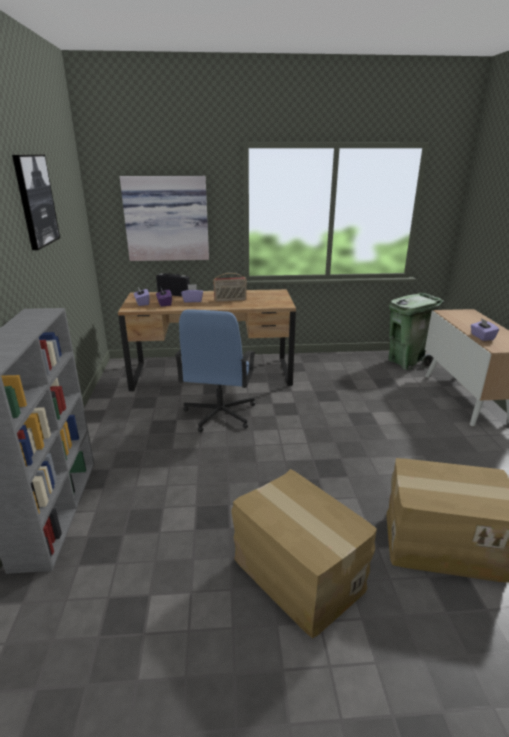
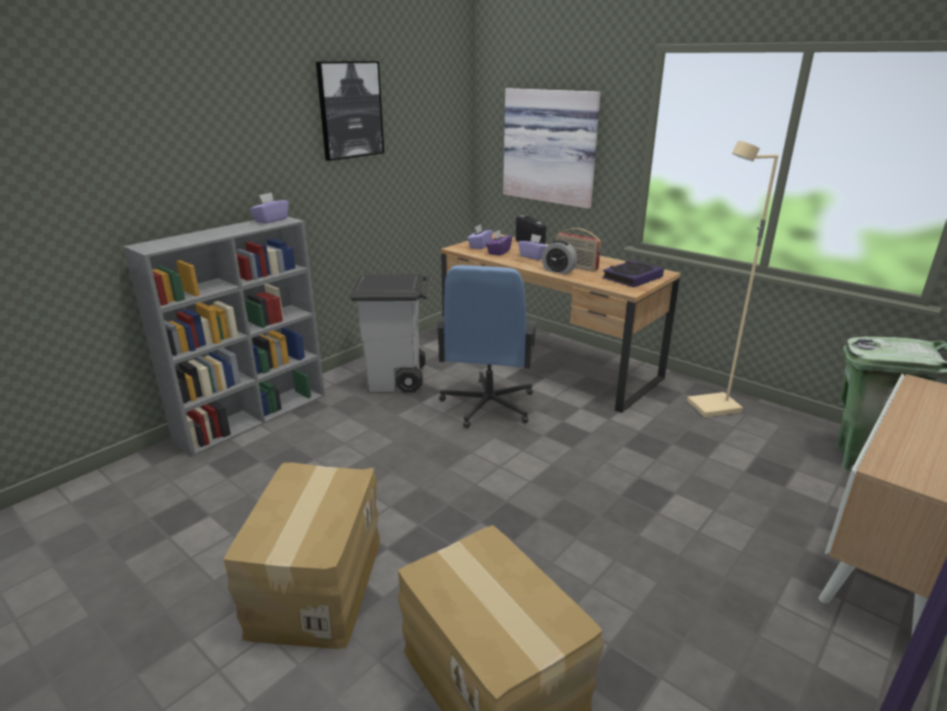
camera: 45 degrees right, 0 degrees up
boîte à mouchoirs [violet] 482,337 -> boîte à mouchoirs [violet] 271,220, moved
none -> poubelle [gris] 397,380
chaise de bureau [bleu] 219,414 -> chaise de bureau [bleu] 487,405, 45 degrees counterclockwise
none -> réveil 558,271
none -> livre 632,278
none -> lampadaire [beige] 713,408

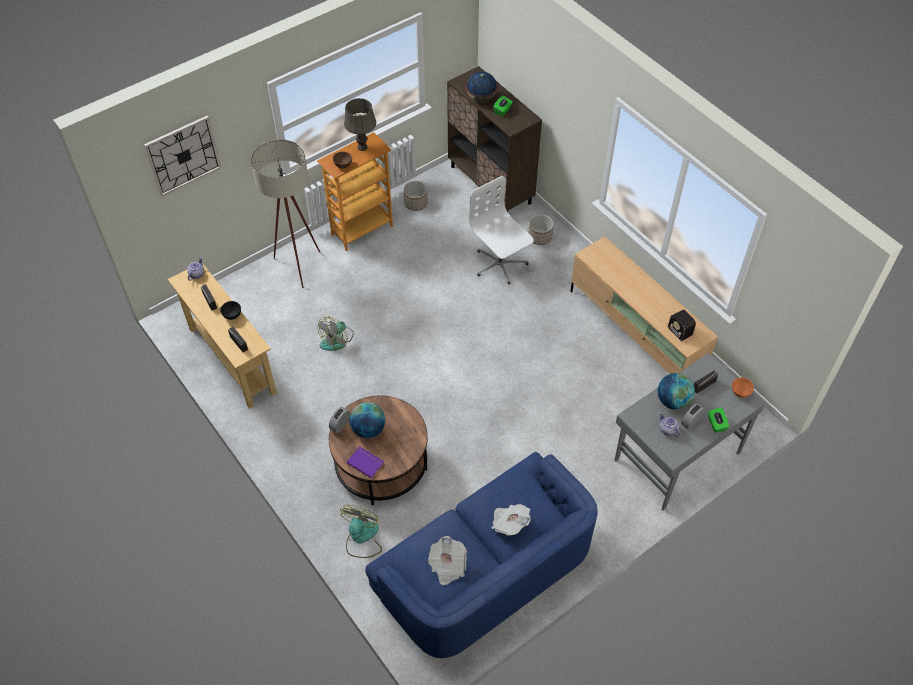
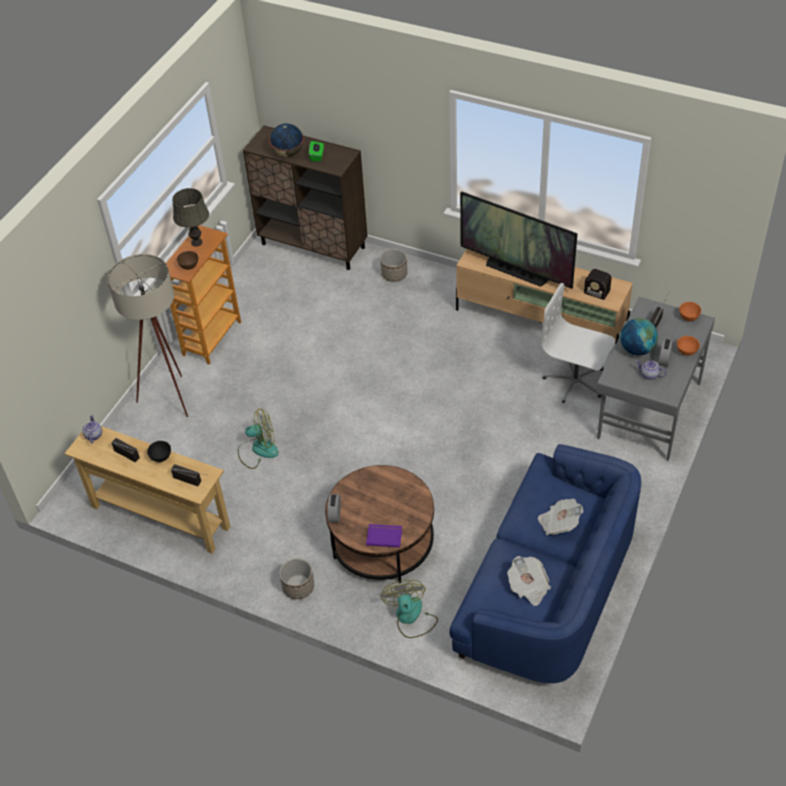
camera: 25 degrees left, 5 degrees down
ventilateur 337,339 -> ventilateur 258,450, 105 degrees counterclockwise
cache-pot 416,203 -> cache-pot 298,587, moved
none -> téléviseur 516,272
chaise de bureau [blanc] 500,264 -> chaise de bureau [blanc] 575,381, moved
boîte à mouchoirs [vert] 716,424 -> bol [orange] 687,352
horloge murale 183,155 -> none
globe 368,429 -> none

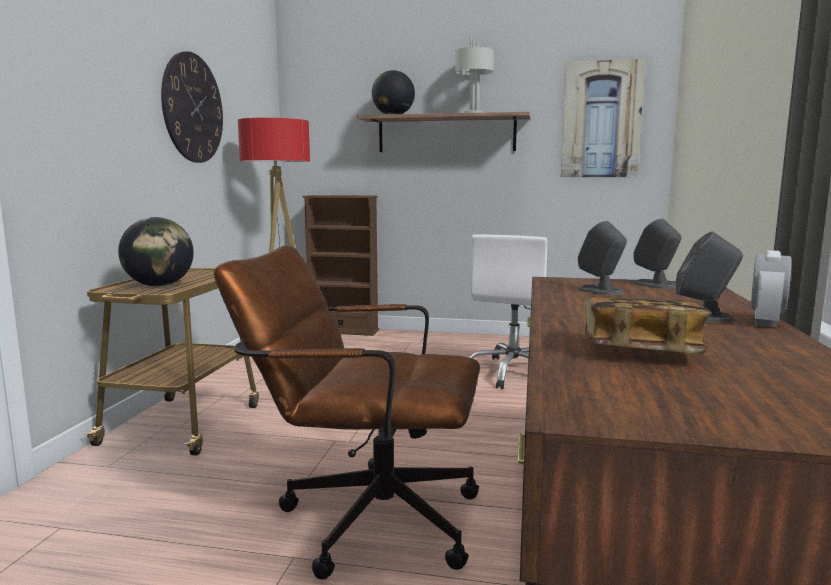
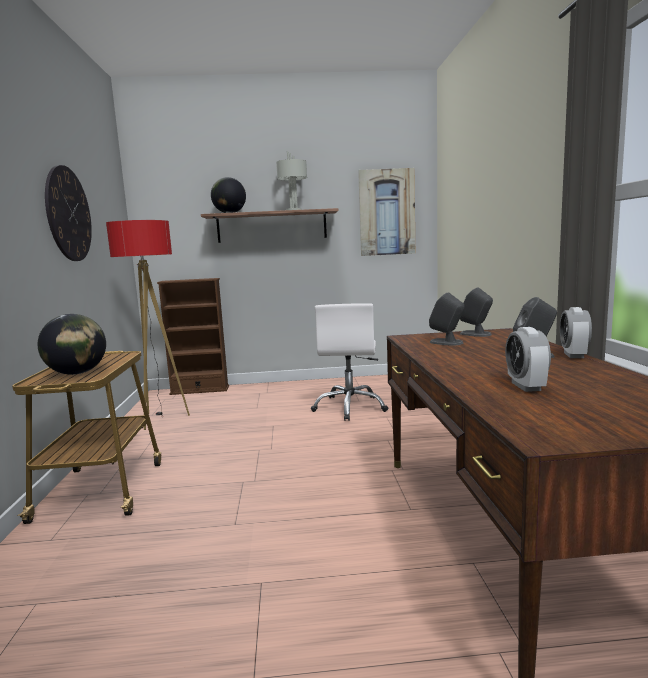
camera: 15 degrees left, 0 degrees up
livre 639,351 -> réveil 526,386
chaise de bureau [marron] 363,517 -> none

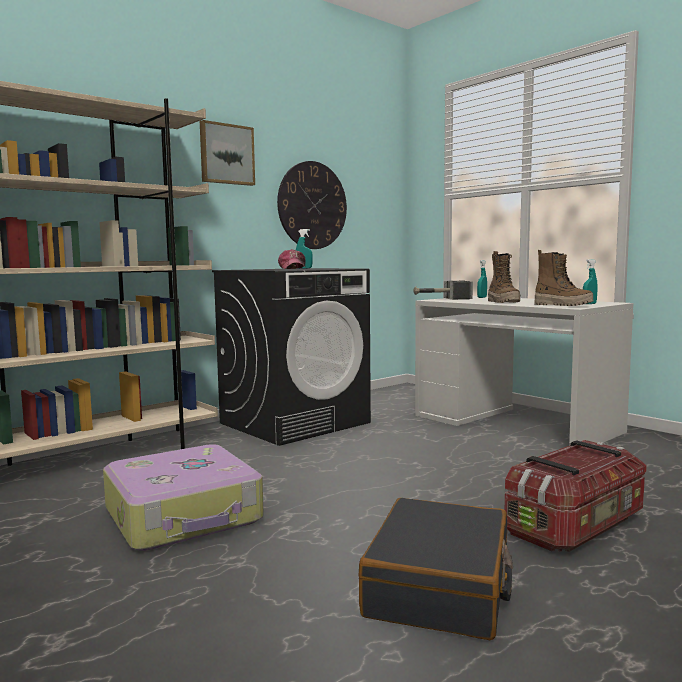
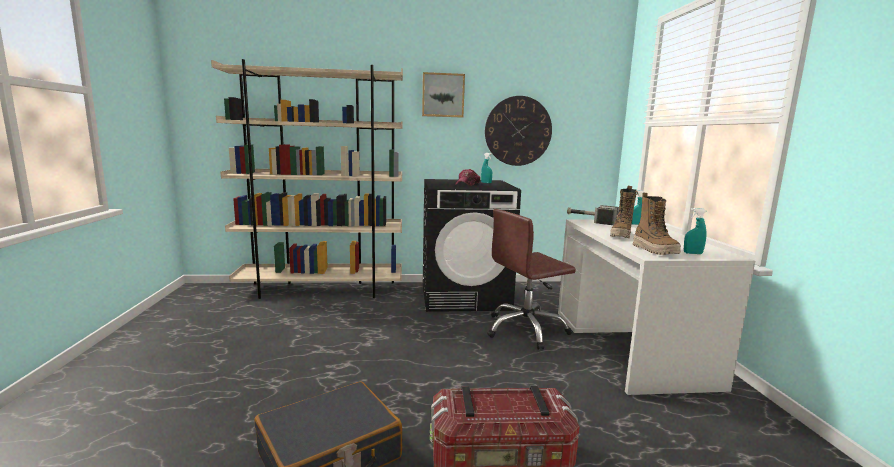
camera: 35 degrees right, 5 degrees up
none -> chaise de bureau [marron] 526,329
valise 184,515 -> none

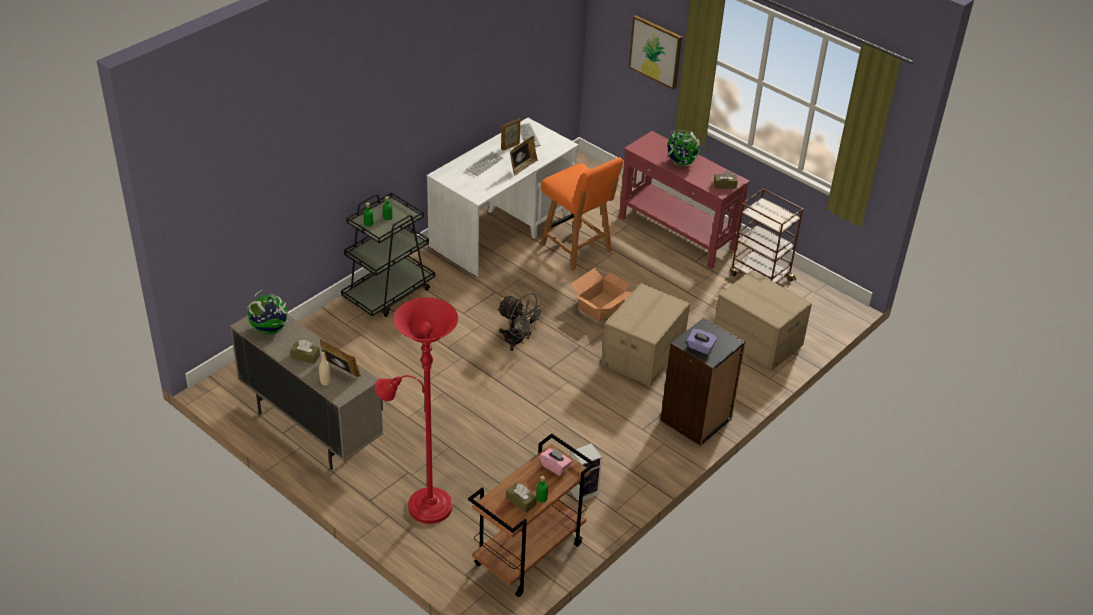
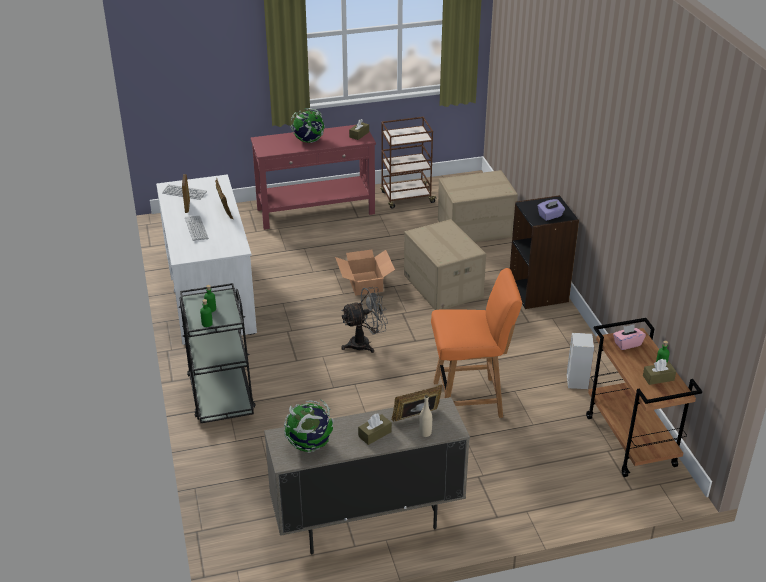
camera: 55 degrees left, 5 degrees down
chaise [orange] 577,249 -> chaise [orange] 470,399, moved
lampadaire [rouge] 424,505 -> none
tableau 655,51 -> none

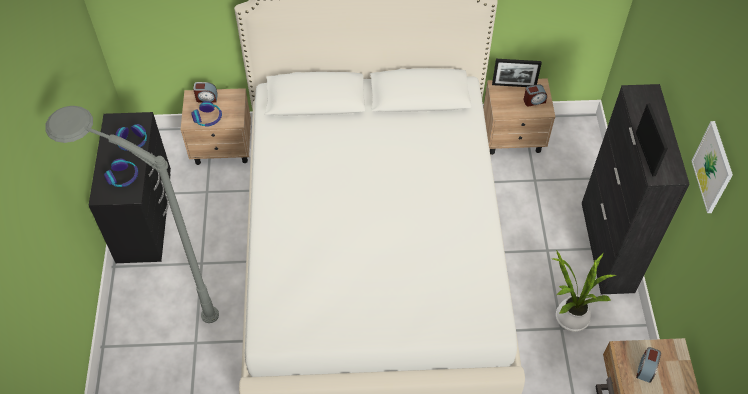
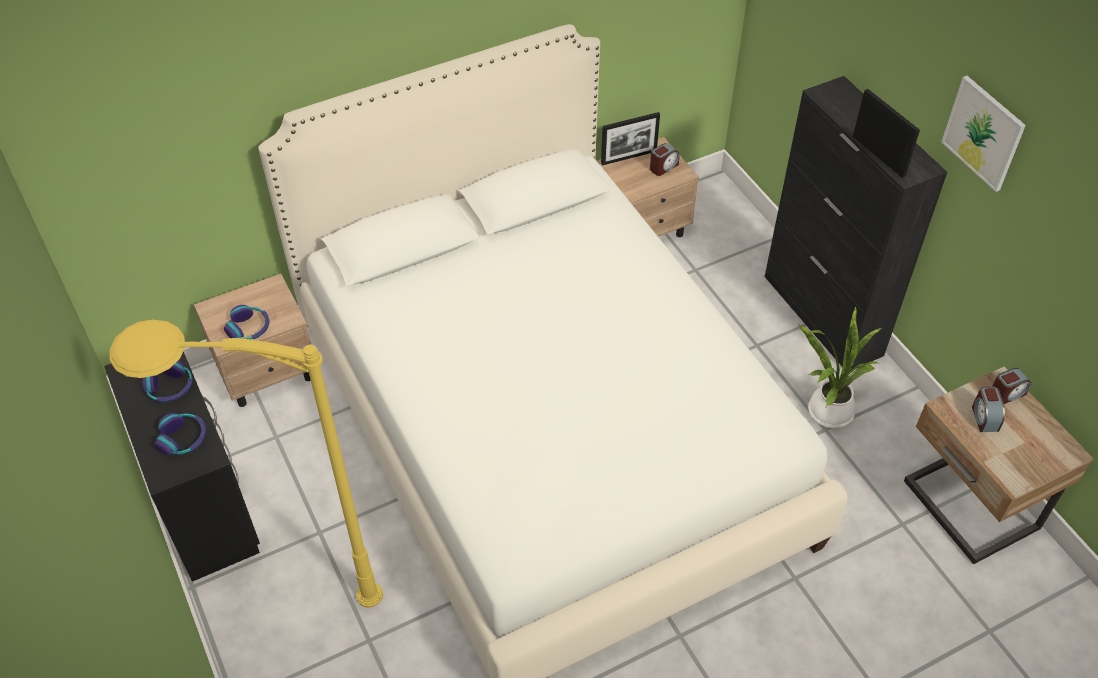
camera: 25 degrees left, 5 degrees down
lampadaire [gris] 161,296 -> lampadaire [jaune] 284,598
réveil 206,98 -> réveil 1006,394, moved

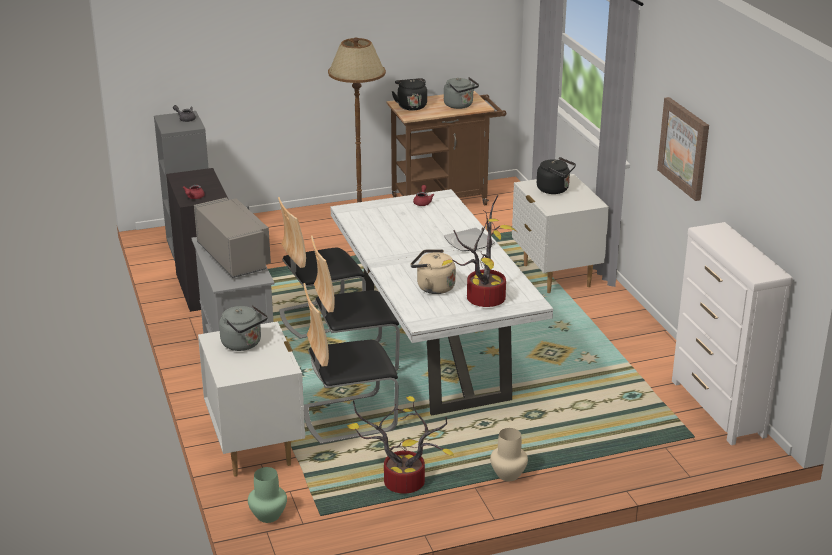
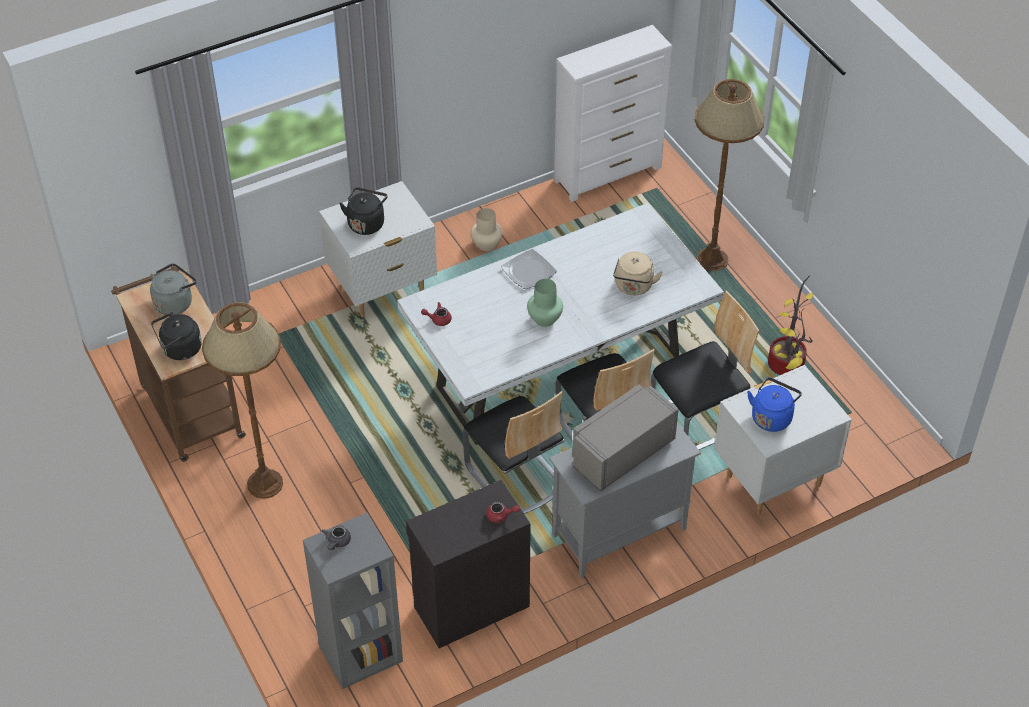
camera: 100 degrees left, 20 degrees up
vase [beige] 508,475 -> vase [beige] 487,244, moved
vase [vert] 269,515 -> vase [vert] 544,318, moved
chaise 349,418 -> chaise 701,419, 90 degrees counterclockwise
none -> lampadaire [marron] 712,260
bouilloire [gris] 243,344 -> bouilloire [bleu] 772,417
plante en pot 484,297 -> none
tableau 684,148 -> none

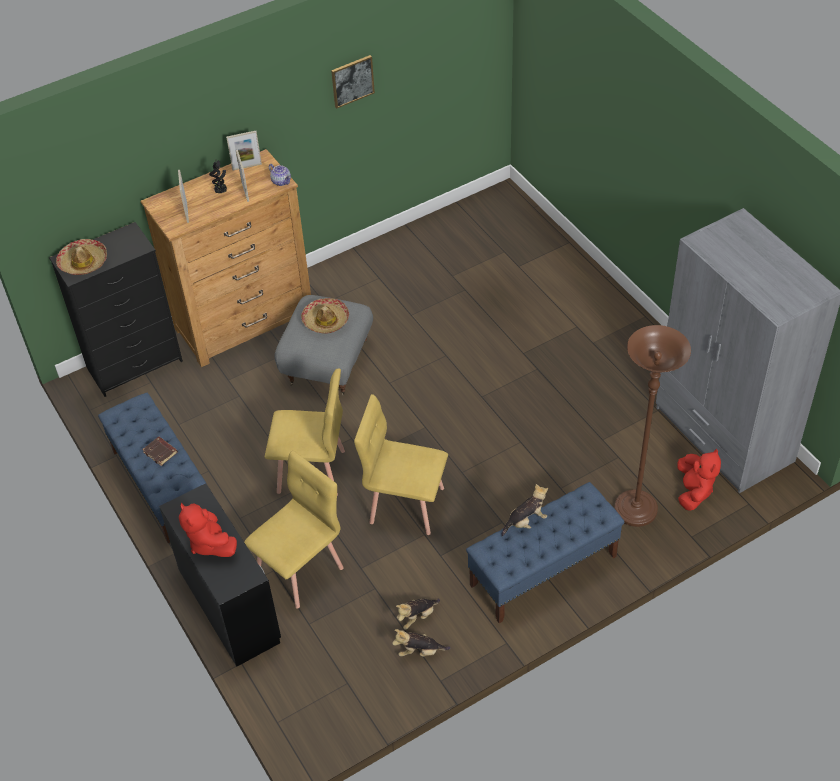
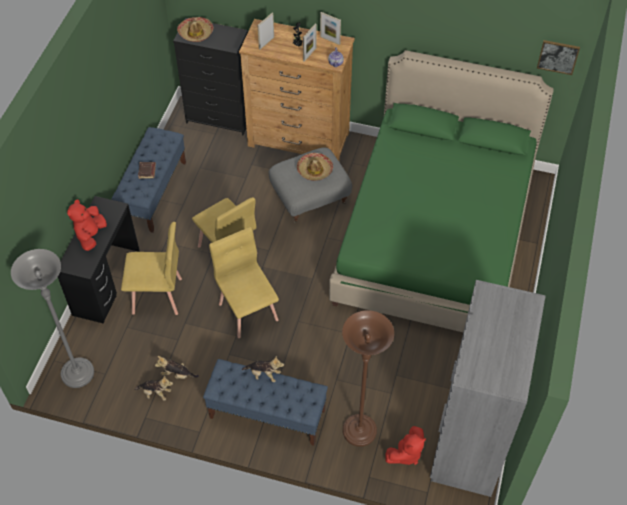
camera: 45 degrees right, 5 degrees up
none -> lampadaire [gris] 78,374
peluche 420,651 -> peluche 155,393, 150 degrees clockwise
none -> lit [vert] 434,235
tableau 352,81 -> tableau 558,56, moved

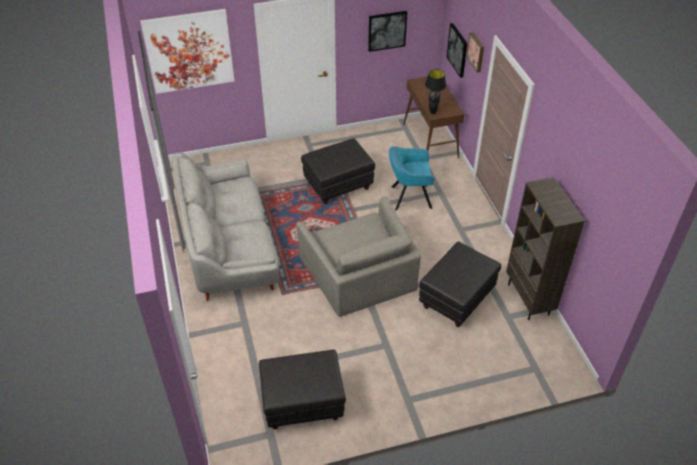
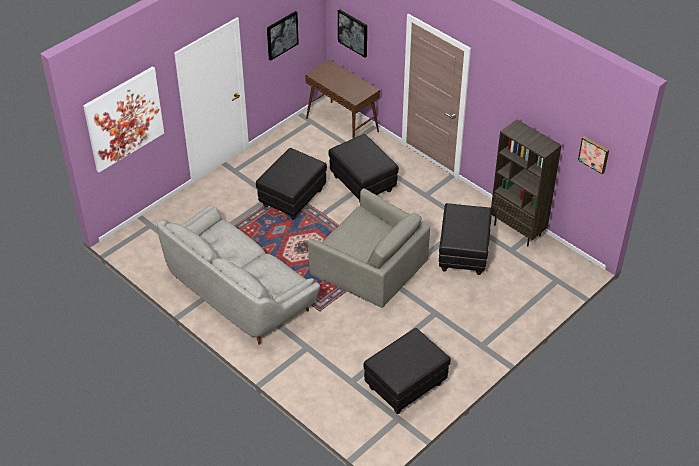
camera: 30 degrees left, 0 degrees up
fauteuil [turquoise] 409,197 -> pouf [noir] 362,184
tableau 476,52 -> tableau 594,154, moved
lampe de table [noir] 433,112 -> none

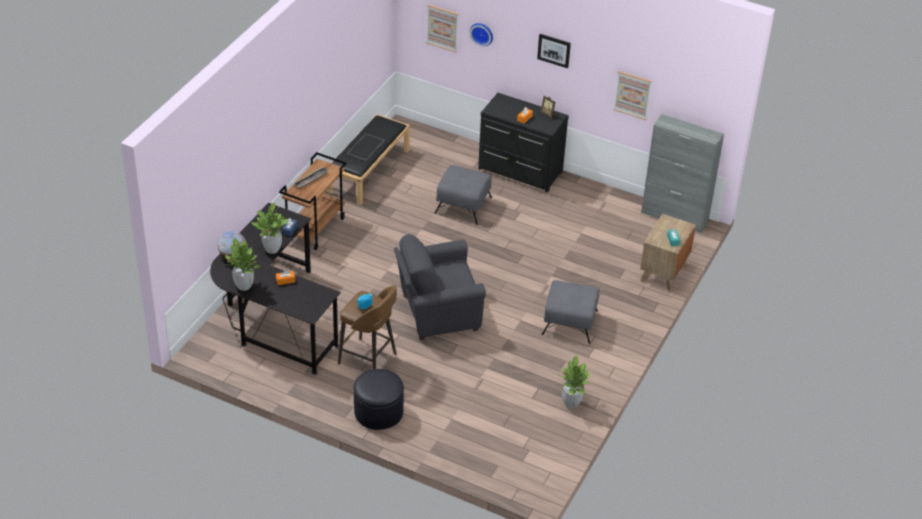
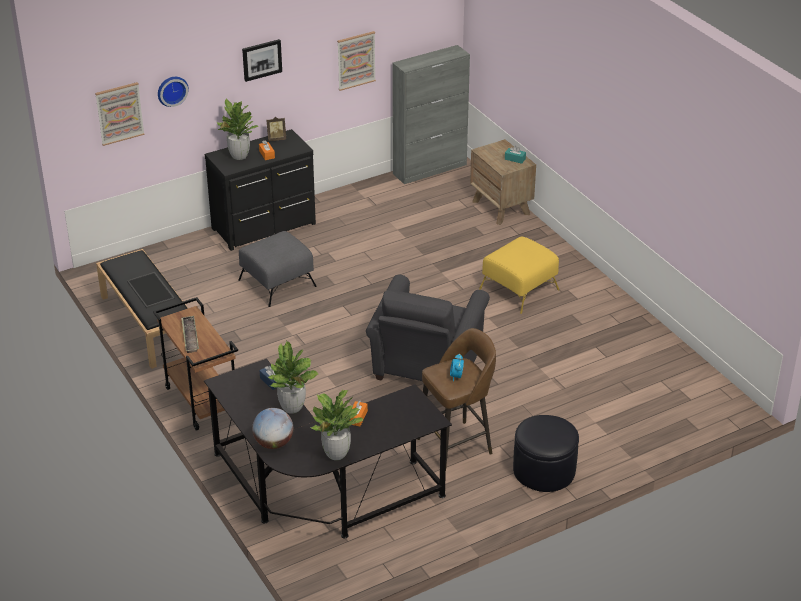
camera: 55 degrees left, 5 degrees down
plante en pot 571,403 -> plante en pot 239,156, moved
pouf [gris] 569,322 -> pouf [jaune] 518,289

